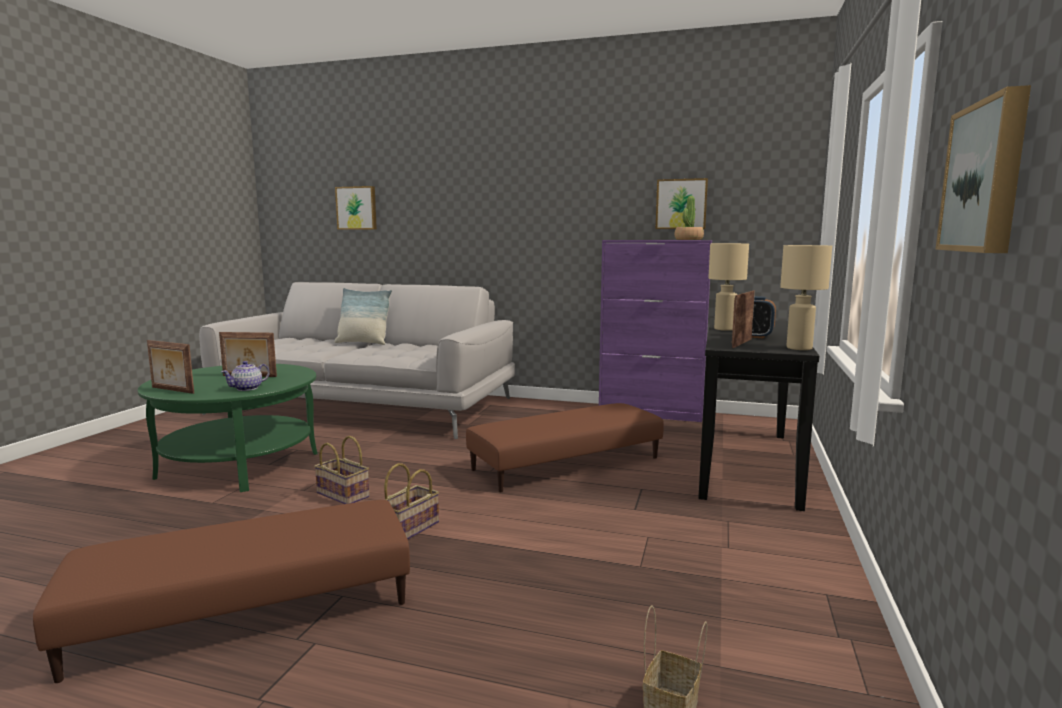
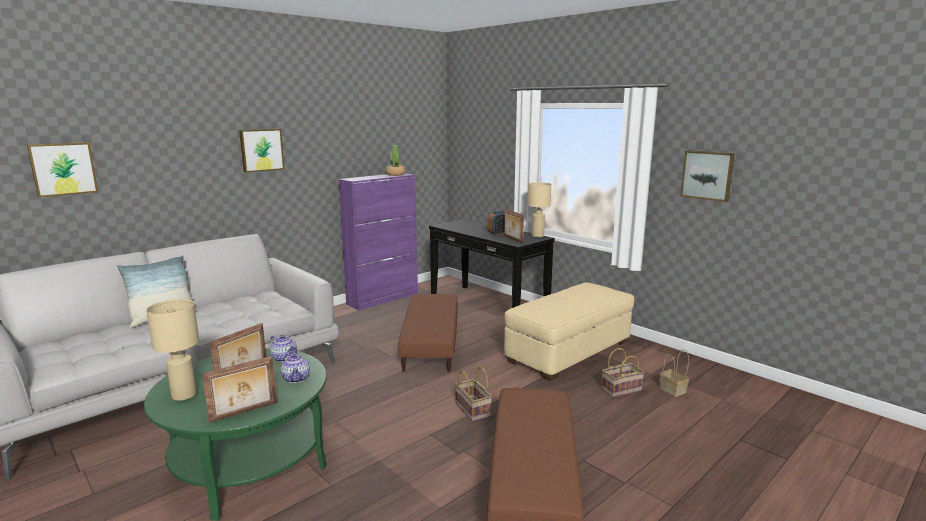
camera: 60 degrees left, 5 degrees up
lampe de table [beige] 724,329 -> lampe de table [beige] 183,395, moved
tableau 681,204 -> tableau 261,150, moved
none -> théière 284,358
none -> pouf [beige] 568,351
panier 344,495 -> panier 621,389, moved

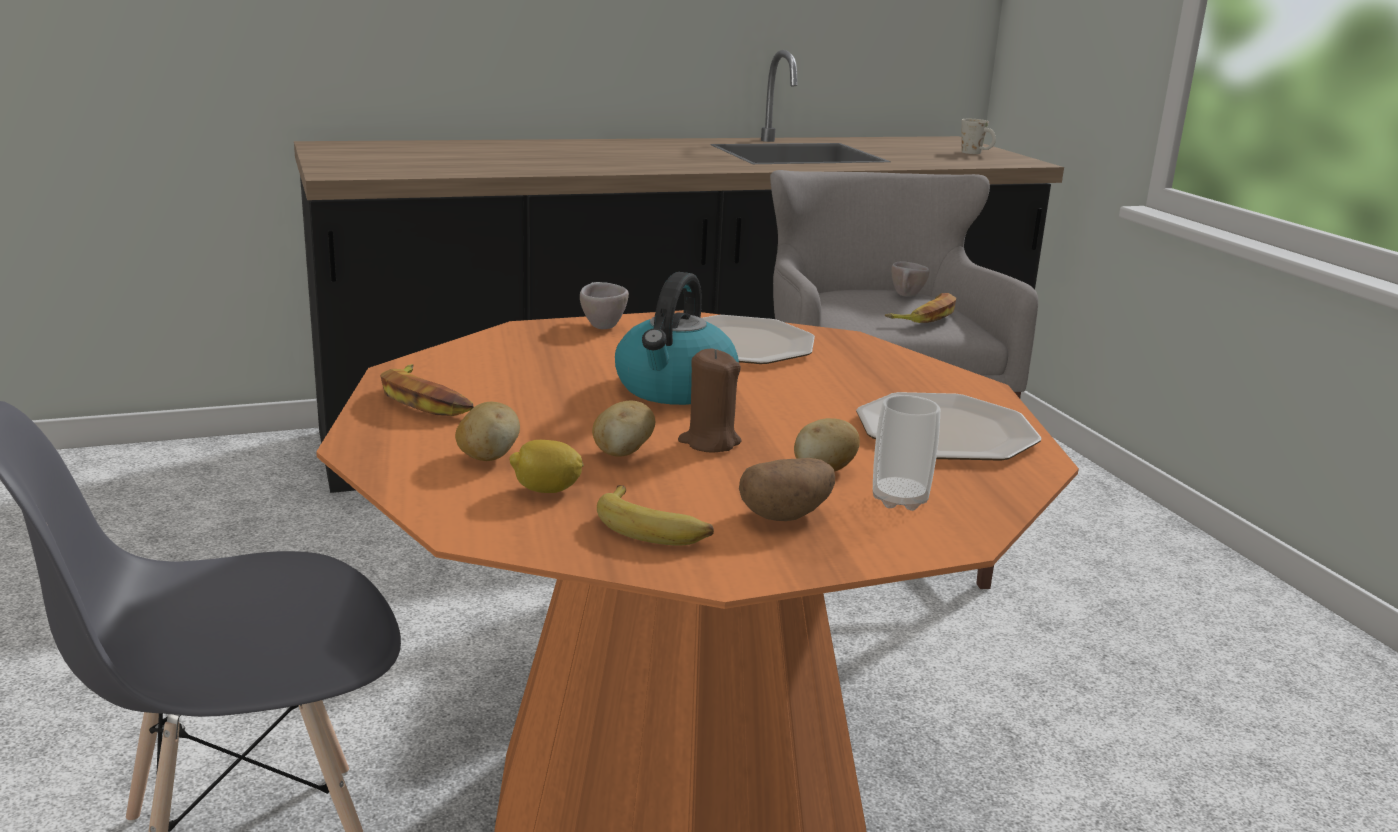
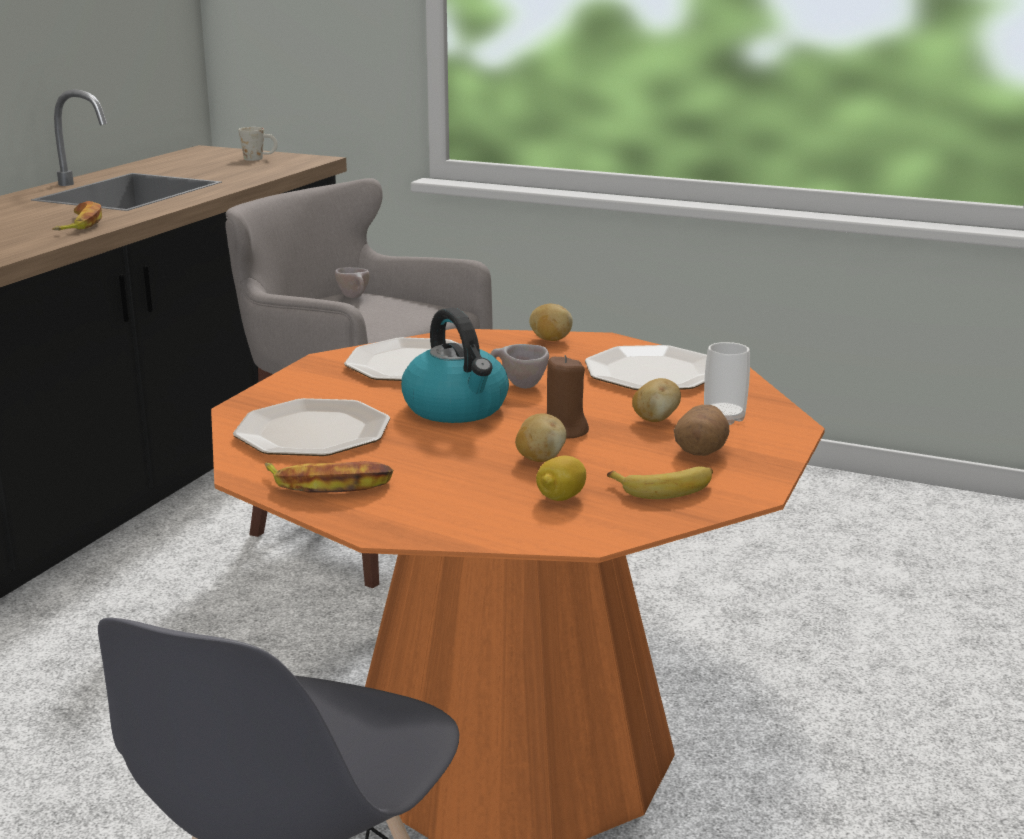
camera: 45 degrees left, 0 degrees up
banane 924,316 -> banane 78,225, moved
none -> assiette 311,432
tasse [beige] 599,325 -> tasse [beige] 518,385, moved
pomme de terre 488,457 -> pomme de terre 550,340, moved

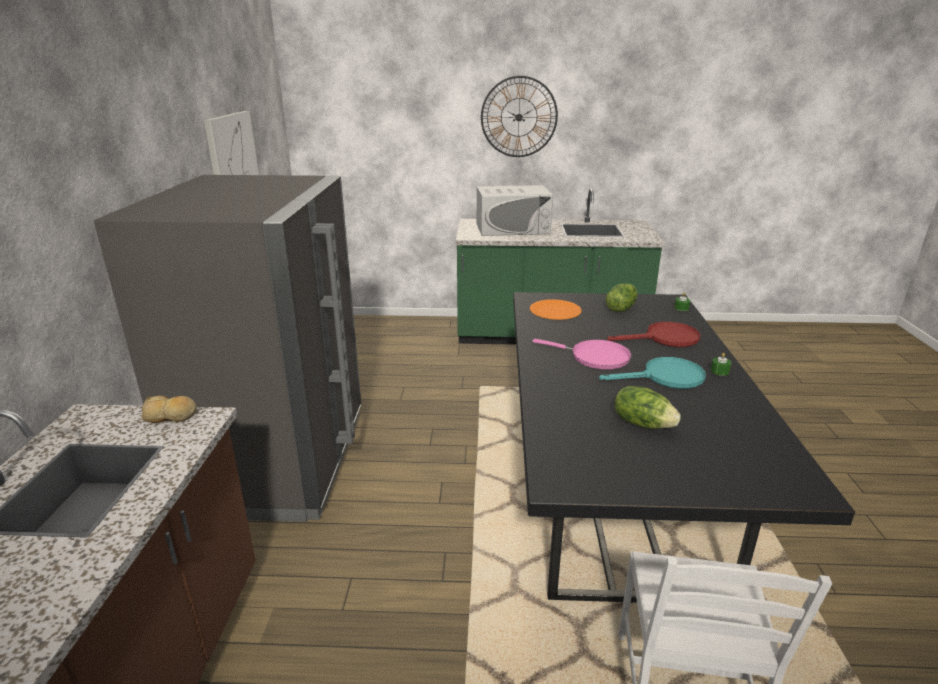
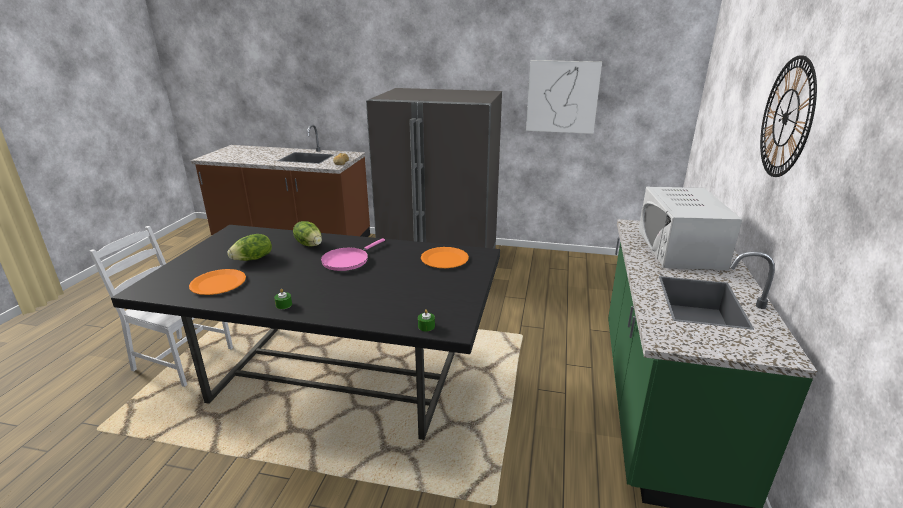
camera: 100 degrees right, 0 degrees up
none -> assiette [orange] 218,283
laitue 620,308 -> laitue 309,244, moved
poêle [turquoise] 665,377 -> none
poêle [rouge] 665,338 -> none

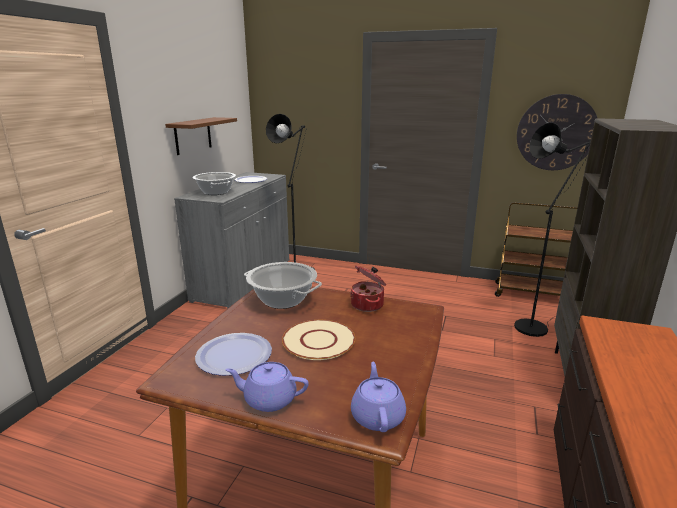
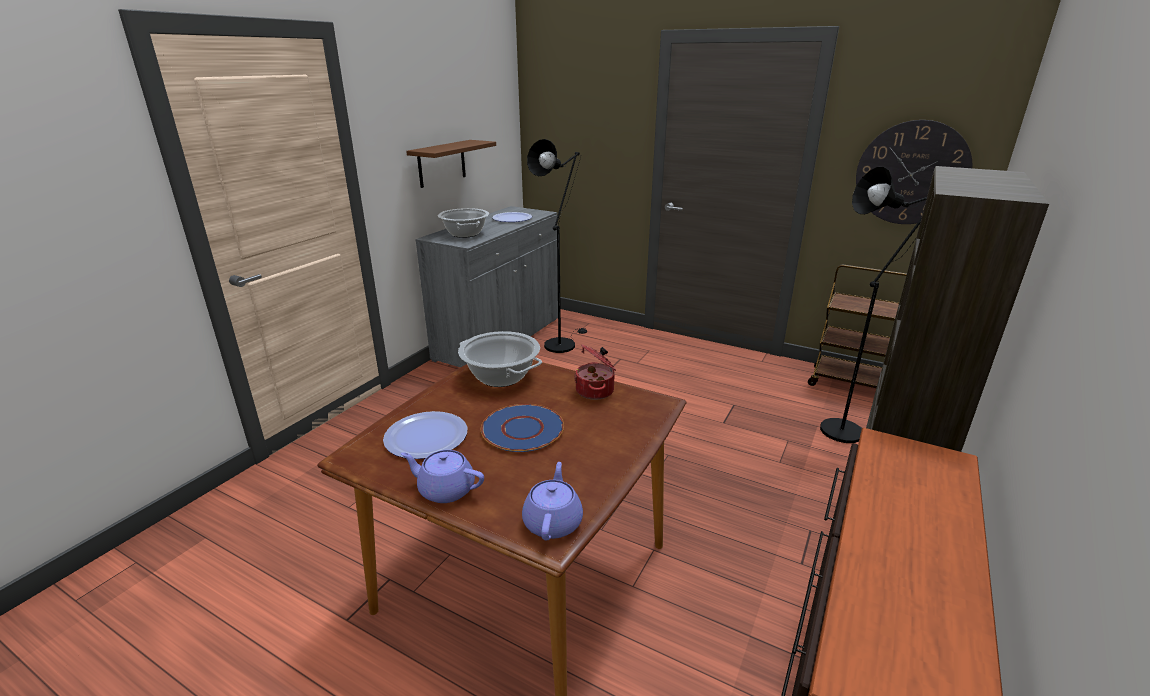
camera: 10 degrees right, 5 degrees up
assiette [beige] 319,341 -> assiette [bleu] 523,429

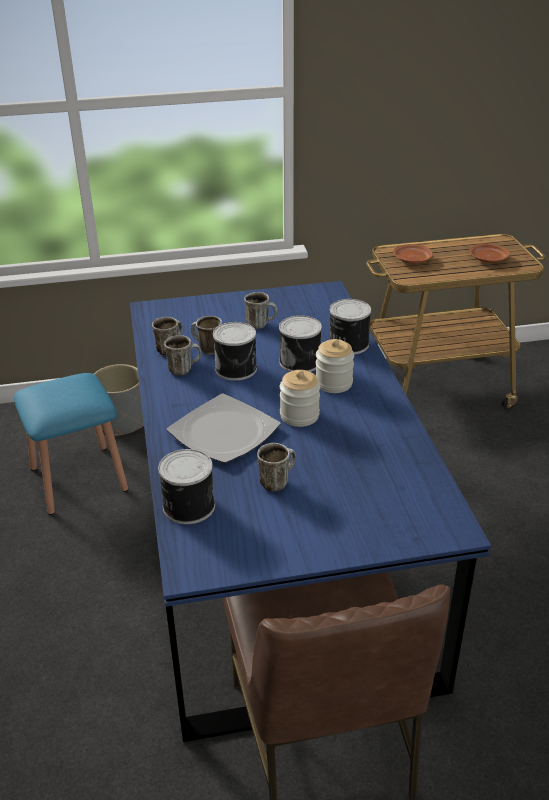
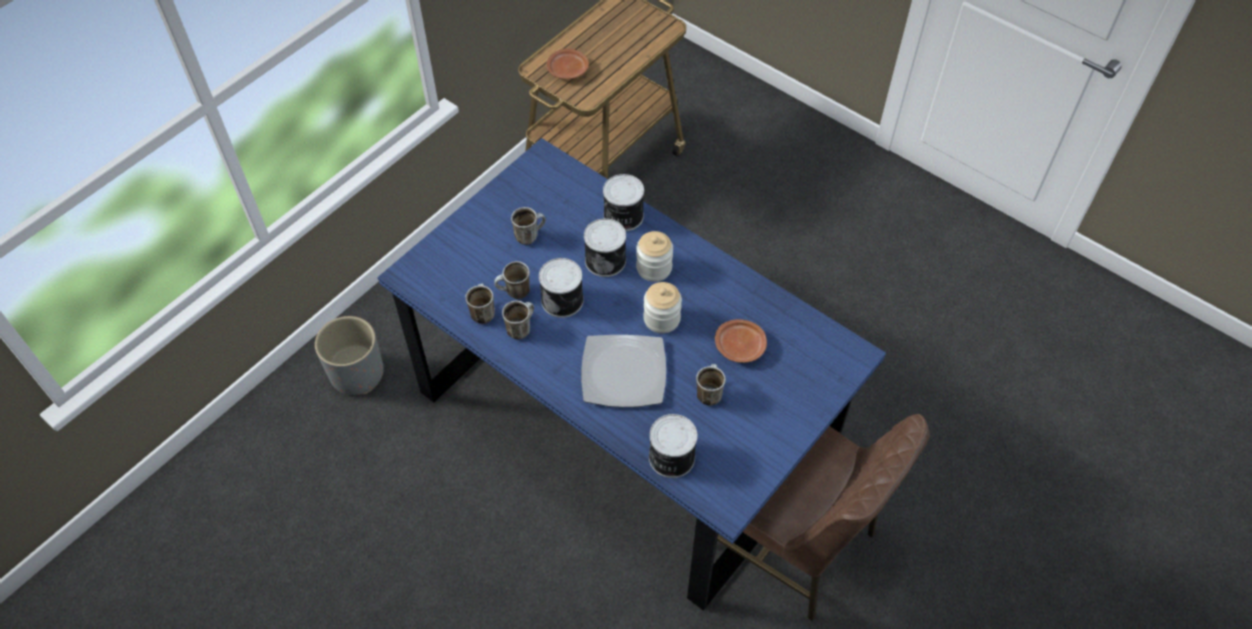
camera: 40 degrees left, 20 degrees up
assiette [marron] 488,260 -> assiette [marron] 740,346, moved
tabouret [bleu] 78,479 -> none

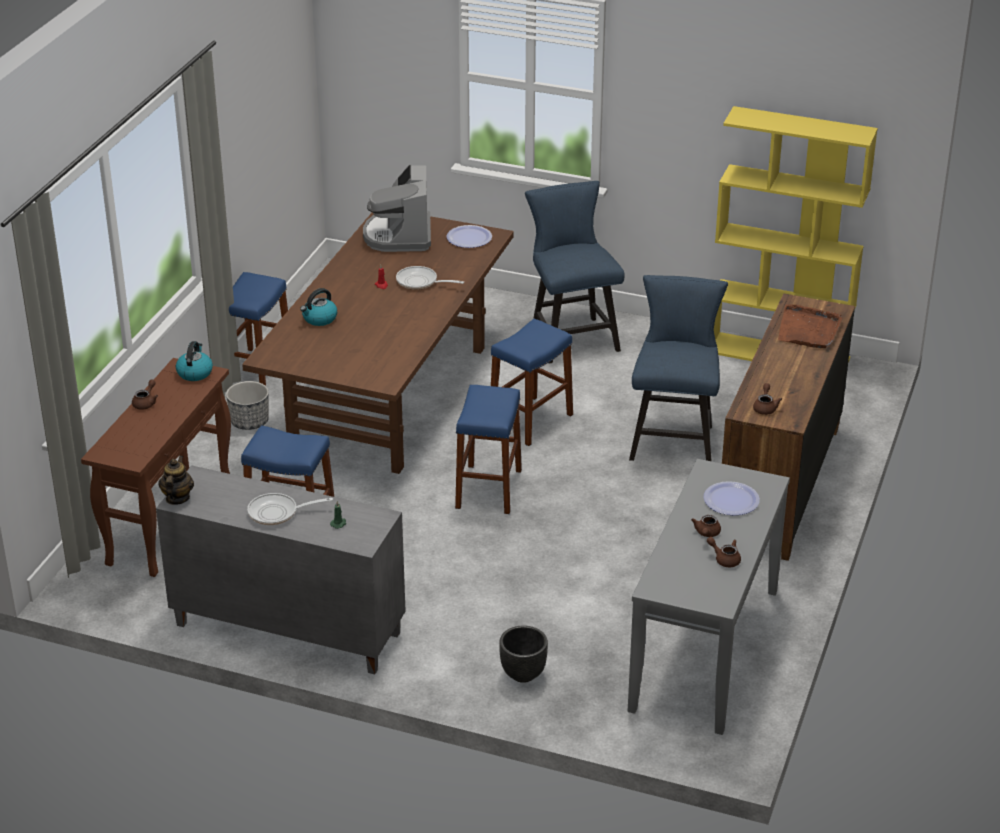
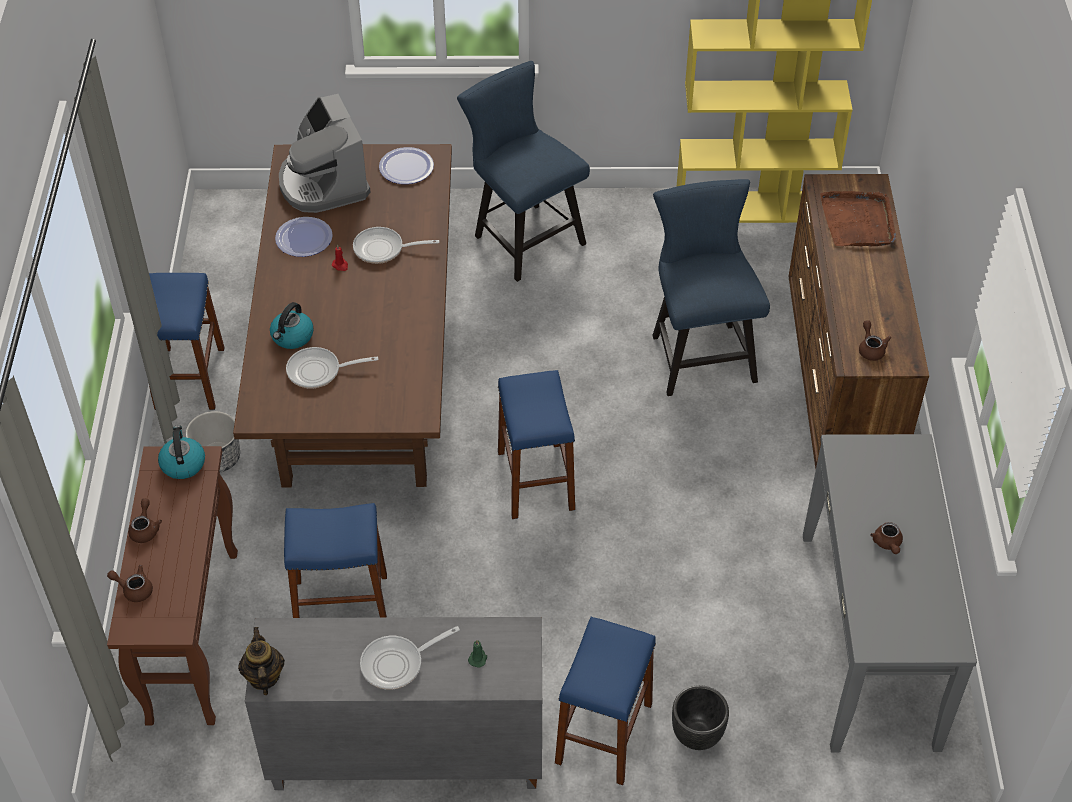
camera: 20 degrees left, 15 degrees up
théière [marron] 724,559 -> théière [marron] 134,589, moved
assiette 731,500 -> assiette 304,238, moved
none -> poêle 319,371
tabouret [bleu] 531,421 -> tabouret [bleu] 604,733, moved

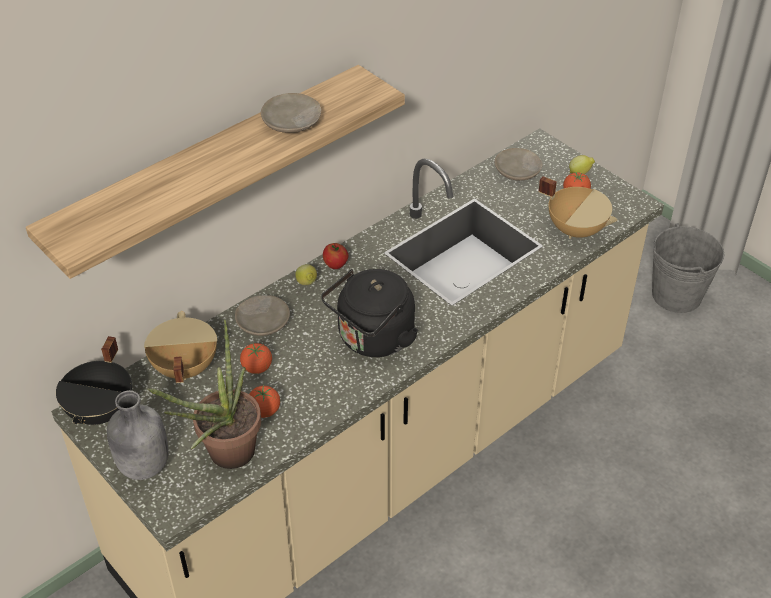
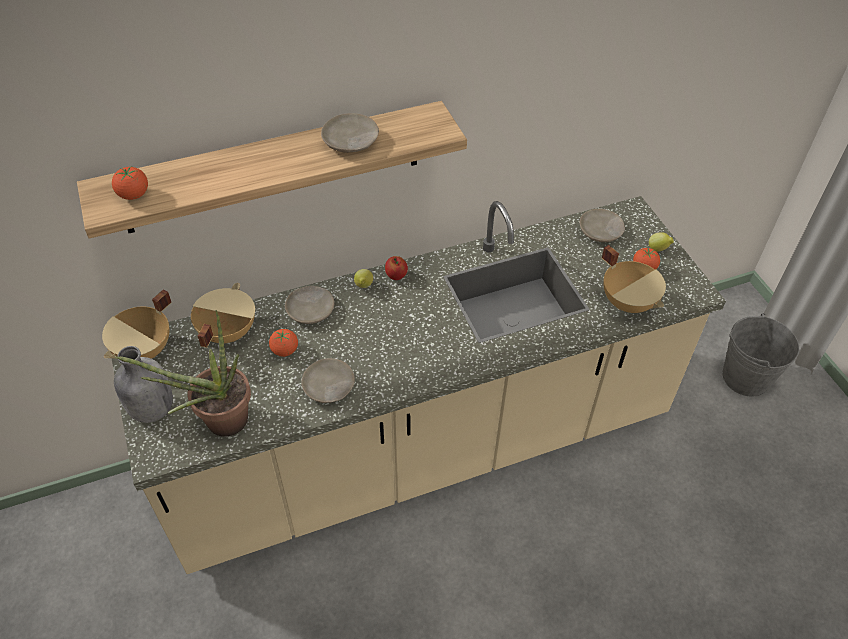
camera: 20 degrees right, 5 degrees up
marmite [noir] 102,411 -> marmite [beige] 145,350
tomate 264,411 -> tomate 134,195, moved
none -> assiette [beige] 328,386
bouilloire [noir] 373,339 -> none

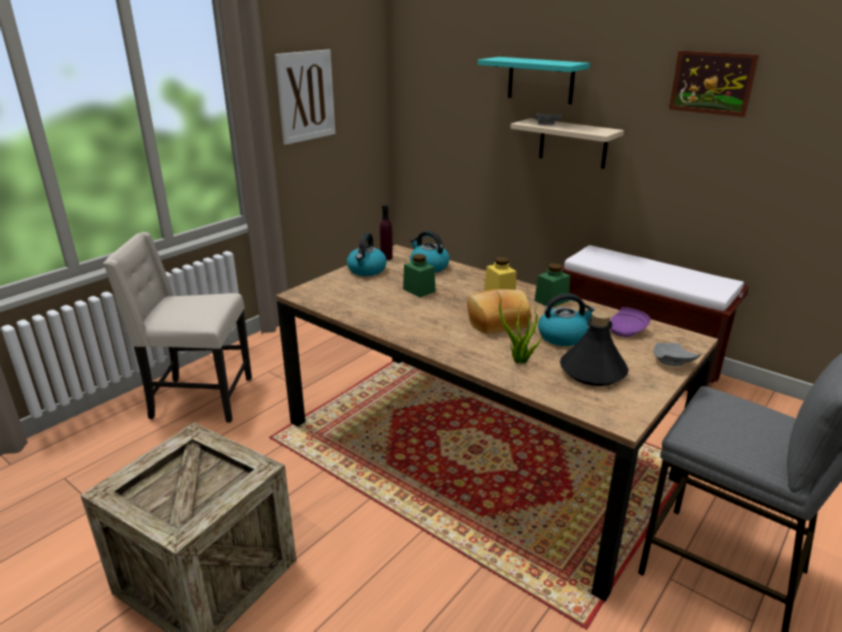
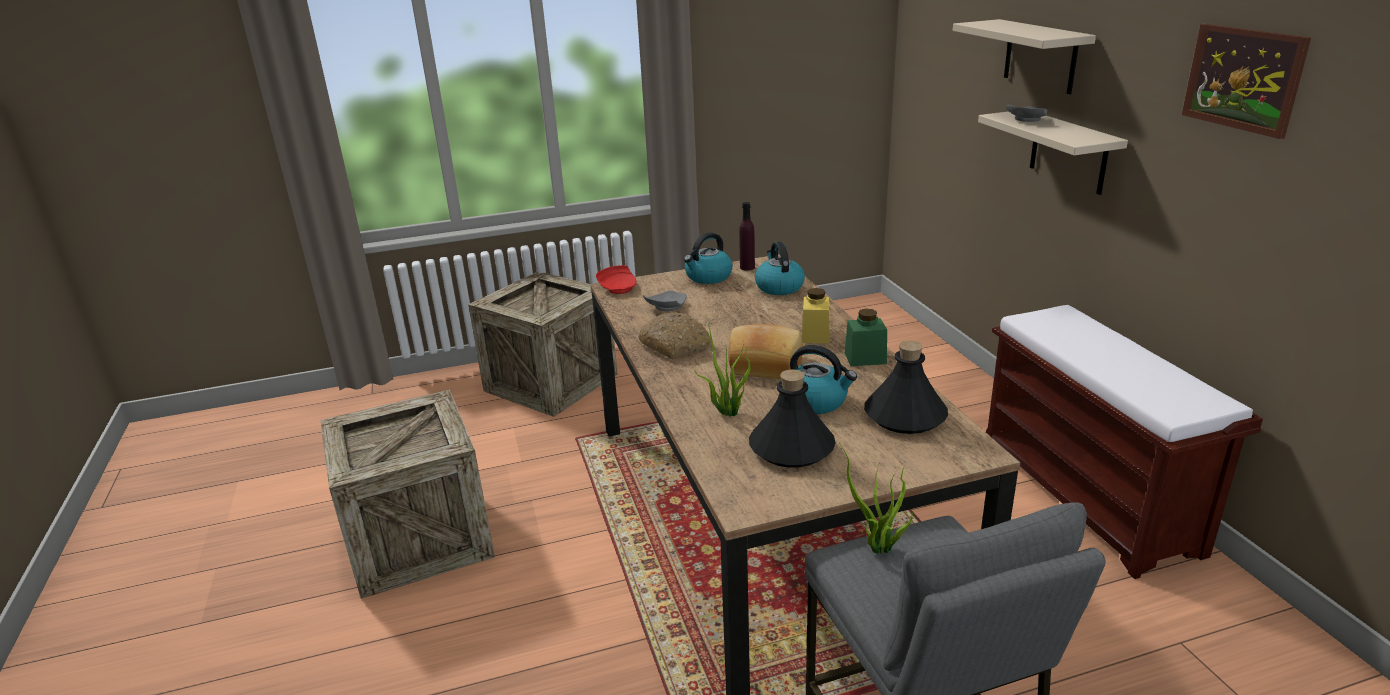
camera: 35 degrees right, 0 degrees up
chaise [beige] 199,399 -> caisse 551,382
none -> assiette [rouge] 619,288
none -> pain 676,345
assiette [gris] 672,362 -> assiette [gris] 665,308, moved
none -> plante en pot 878,549
assiette [violet] 626,330 -> bouteille [noir] 905,416
étagère [turquoise] 540,80 -> étagère [beige] 1040,56
tableau 306,96 -> none
bocal [vert] 419,290 -> none

